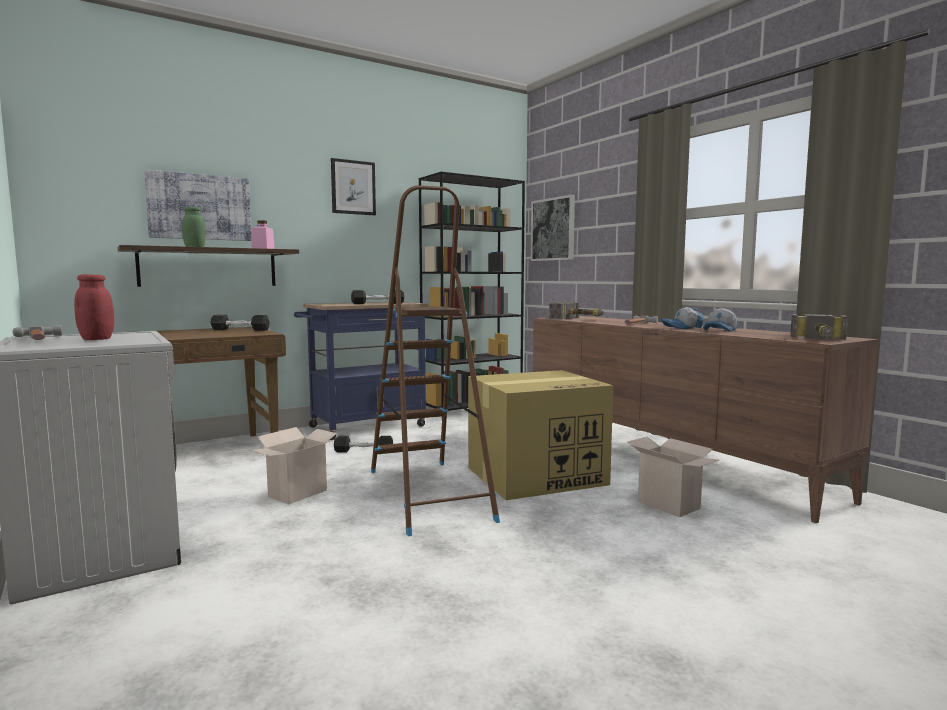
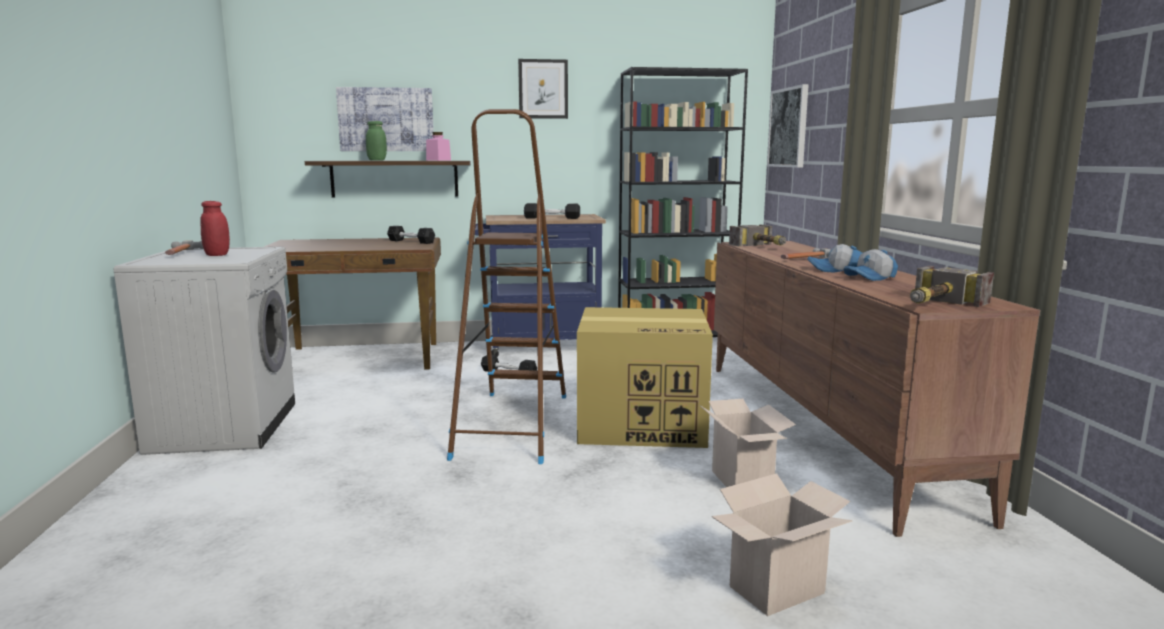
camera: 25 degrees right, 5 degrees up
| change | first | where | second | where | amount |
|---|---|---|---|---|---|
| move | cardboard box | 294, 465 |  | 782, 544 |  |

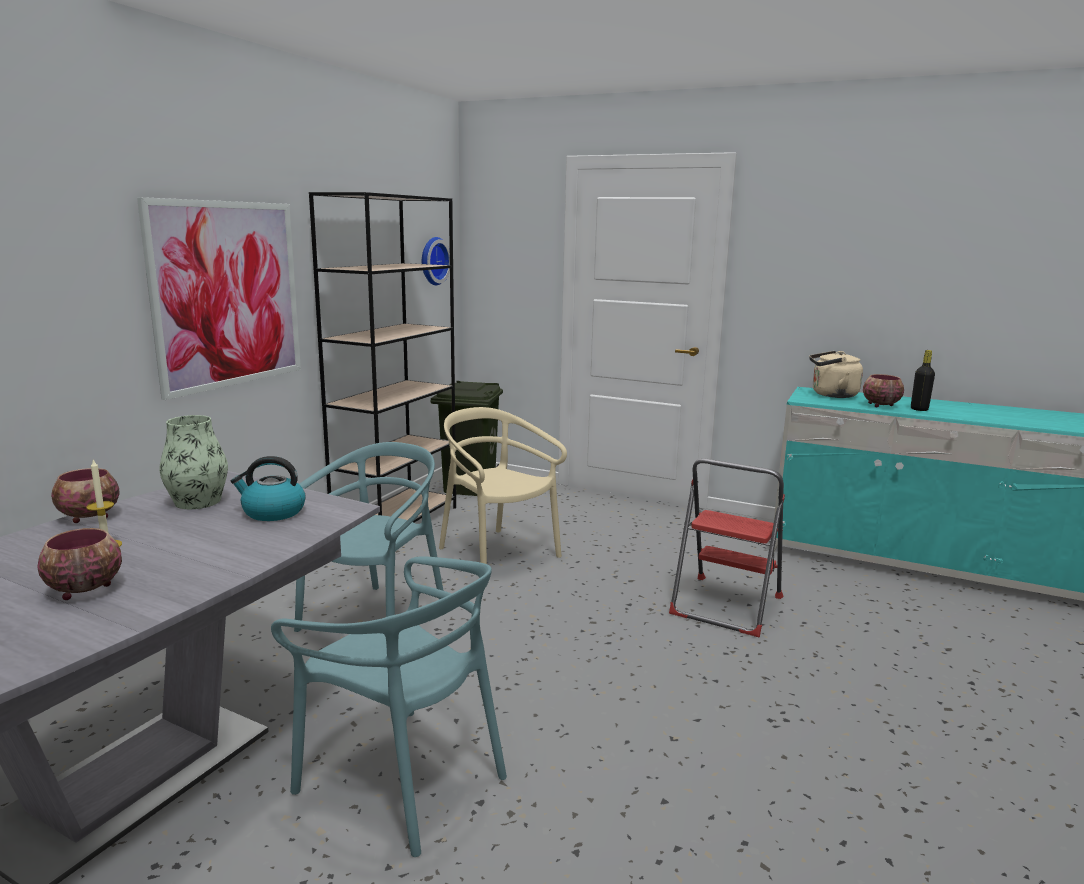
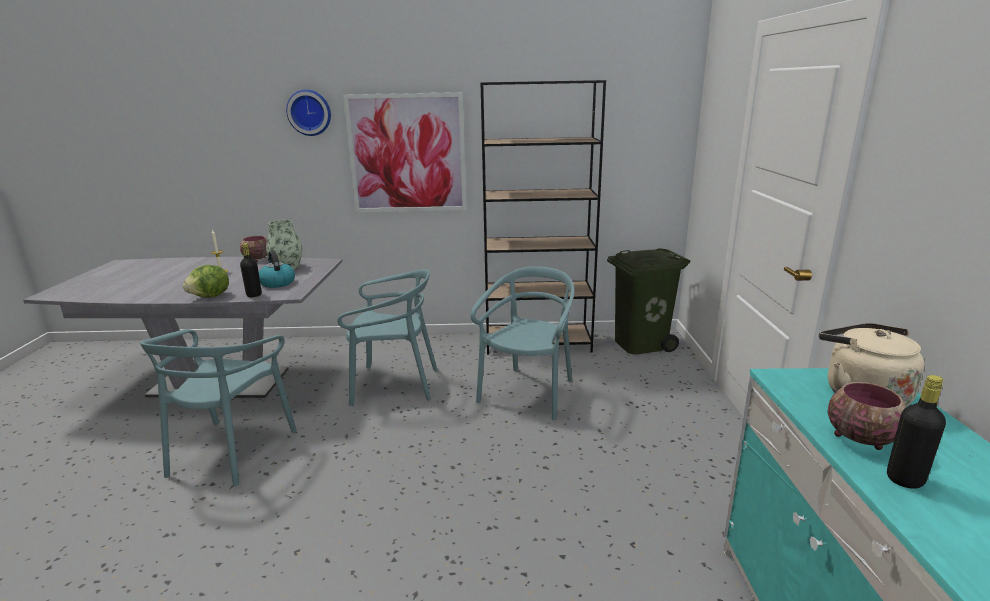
camera: 65 degrees right, 5 degrees up
| change | first | where | second | where | amount |
|---|---|---|---|---|---|
| move | wall clock | 436, 261 |  | 308, 112 |  |
| recolor | beige chair | 503, 485 | turquoise chair | 523, 343 |  |
| delete | red step ladder | 727, 547 |  |  |  |
| delete | bowl | 79, 564 |  |  |  |
| insert |  |  | black bottle | 251, 270 |  |
| insert |  |  | lettuce | 206, 281 |  |

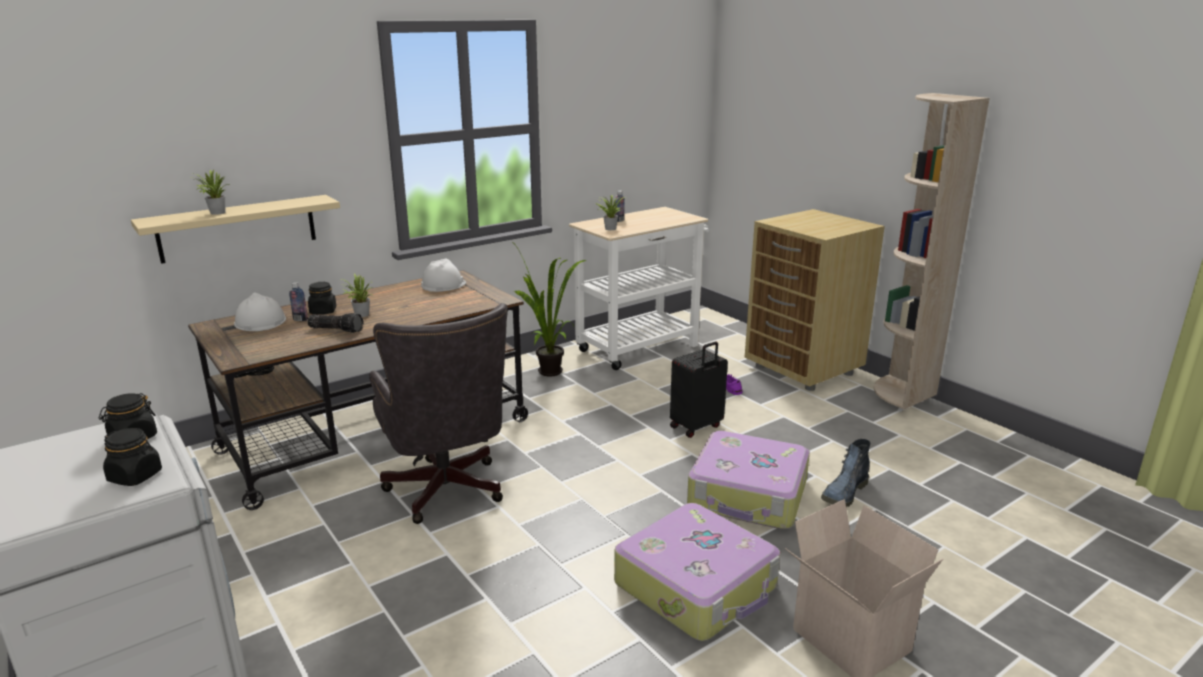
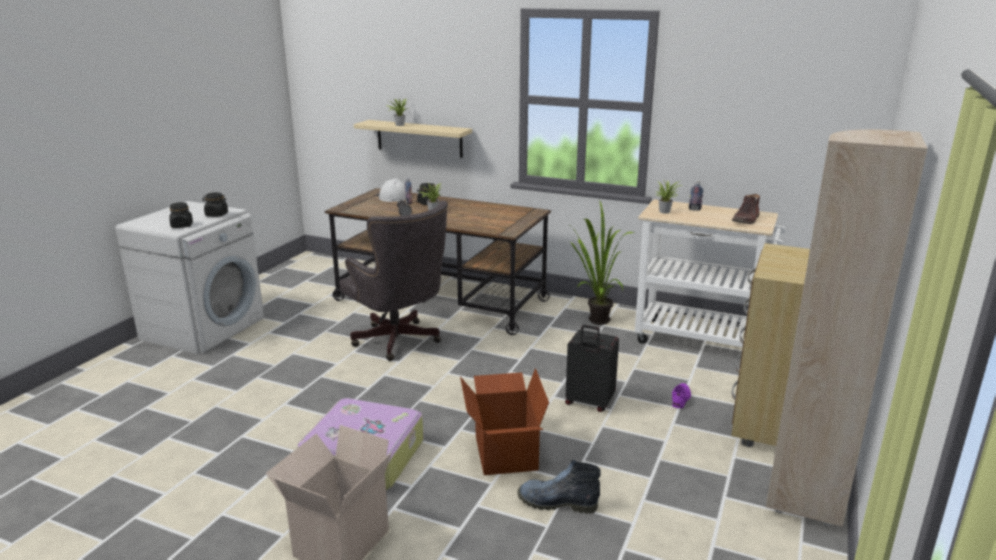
camera: 60 degrees right, 0 degrees up
| change | first | where | second | where | amount |
|---|---|---|---|---|---|
| delete | white hard hat | 443, 275 |  |  |  |
| rotate | grey office chair | 438, 413 |  | 394, 281 | 75 degrees counterclockwise |
| replace | suitcase | 748, 480 | cardboard box | 504, 421 |  |
| insert |  |  | brown boot | 746, 209 |  |

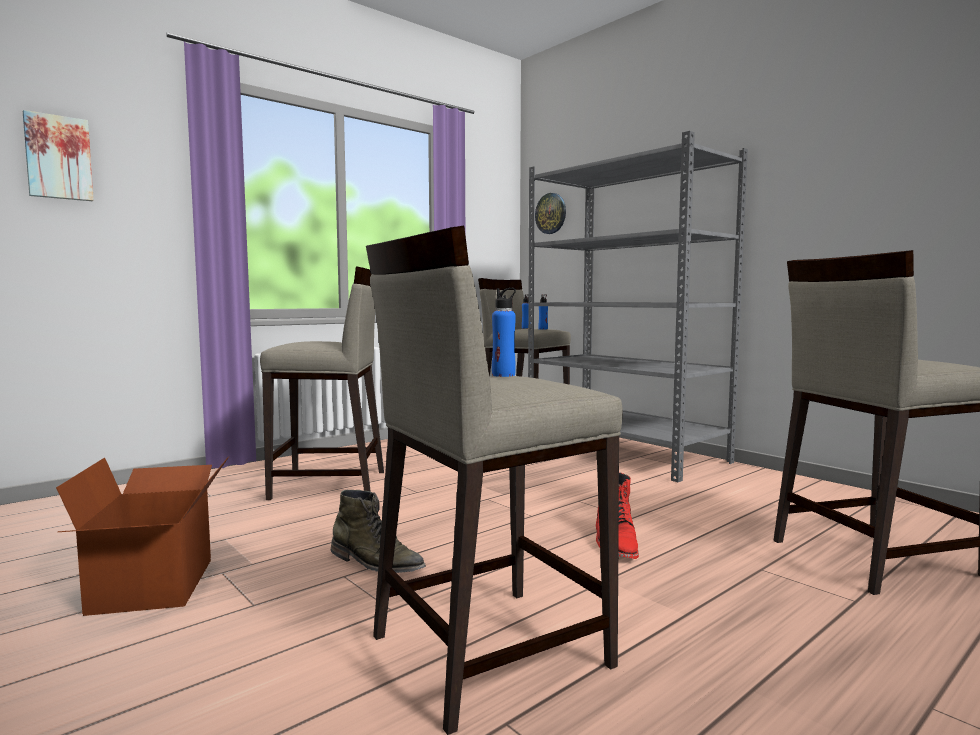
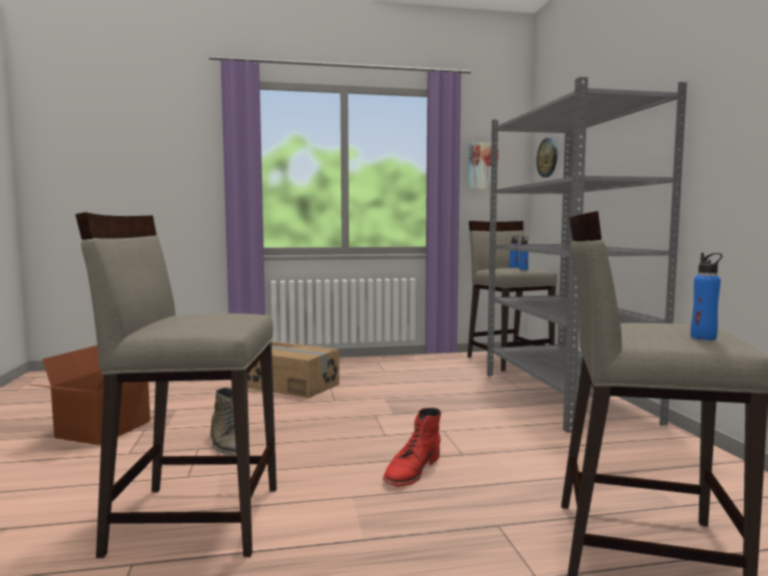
camera: 30 degrees right, 0 degrees up
| change | first | where | second | where | amount |
|---|---|---|---|---|---|
| move | picture | 58, 155 |  | 483, 166 |  |
| replace | beige stool | 322, 383 | cardboard box | 293, 369 |  |
| move | blue bottle | 504, 332 |  | 706, 296 |  |

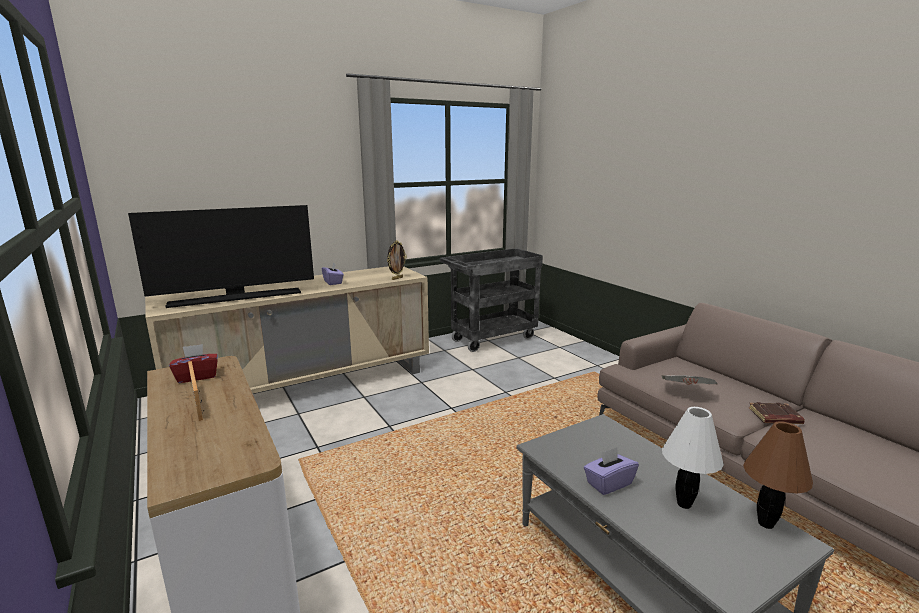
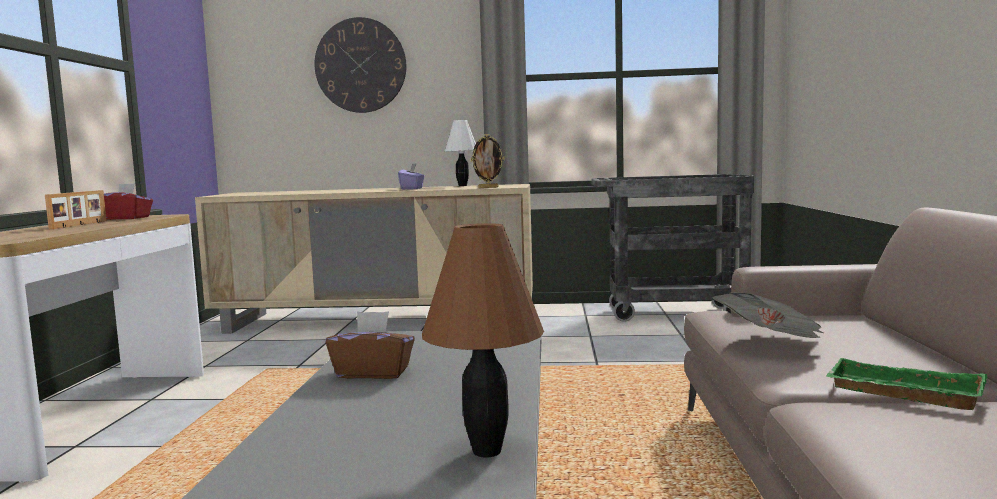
camera: 35 degrees right, 10 degrees down
| change | first | where | second | where | amount |
|---|---|---|---|---|---|
| delete | television | 221, 256 |  |  |  |
| replace | brown book | 777, 413 | green tray | 907, 384 |  |
| move | white table lamp | 693, 458 |  | 460, 153 |  |
| recolor | purple tissue box | 611, 471 | brown tissue box | 370, 345 |  |
| insert |  |  | wall clock | 360, 65 |  |

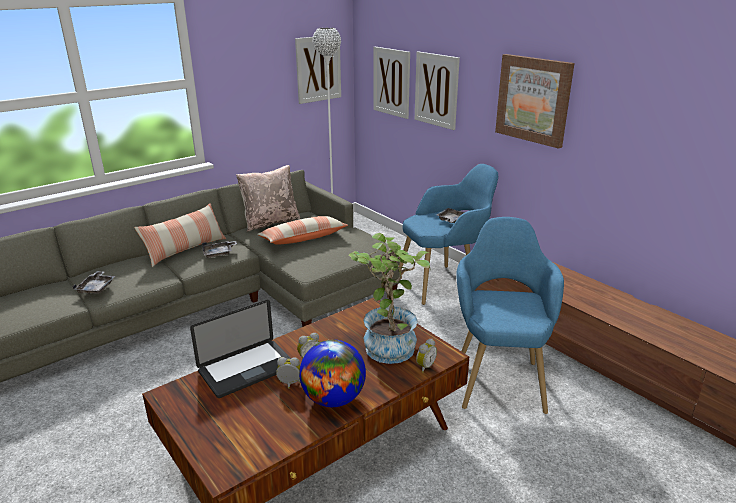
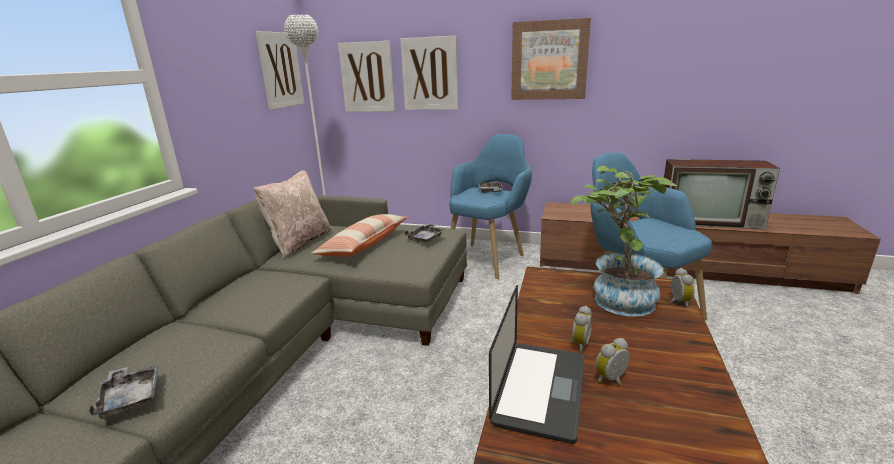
camera: 35 degrees left, 5 degrees down
| change | first | where | second | where | amount |
|---|---|---|---|---|---|
| delete | pillow | 180, 235 |  |  |  |
| move | grey tray | 219, 249 |  | 425, 233 |  |
| delete | globe | 332, 373 |  |  |  |
| insert |  |  | television | 722, 194 |  |

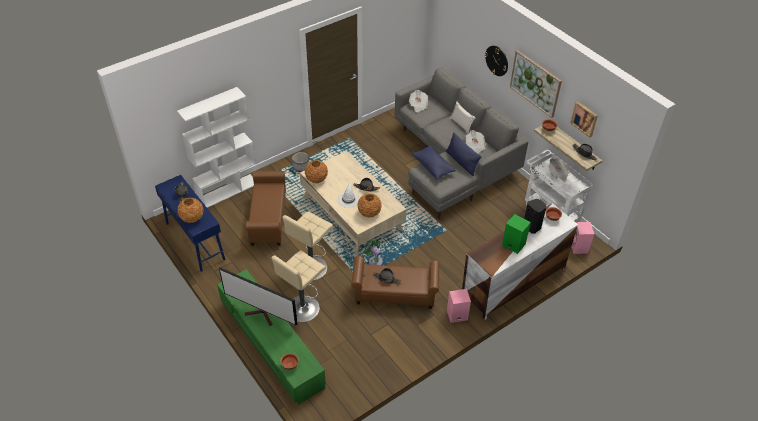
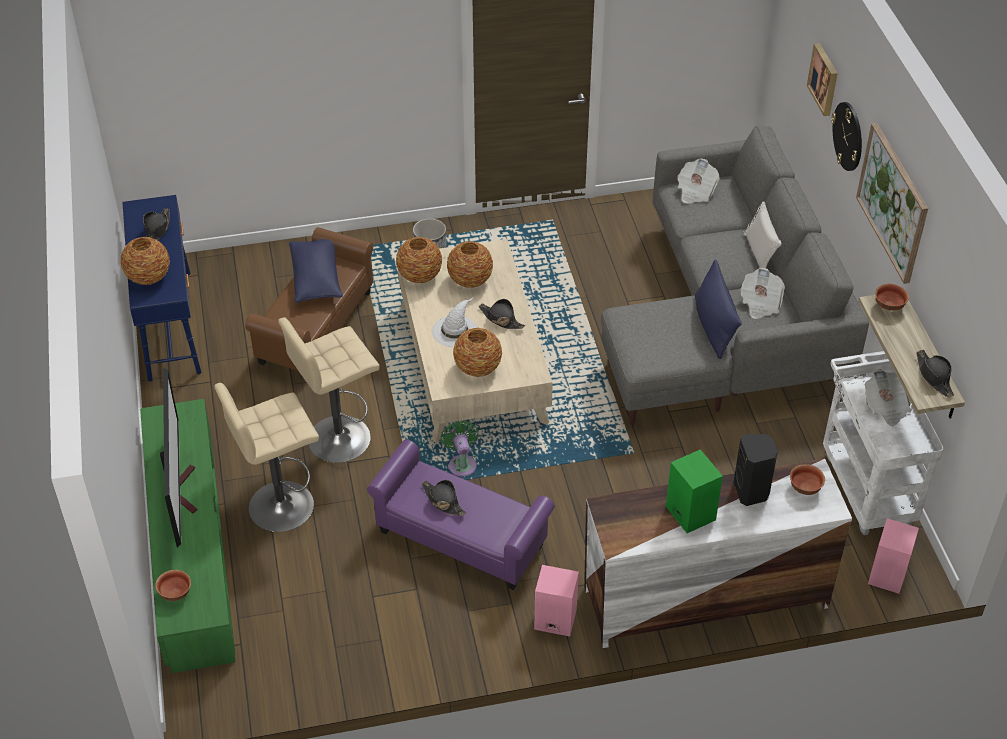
camera: 25 degrees right, 0 degrees up
| change | first | where | second | where | amount |
|---|---|---|---|---|---|
| delete | white bookcase | 216, 147 |  |  |  |
| move | picture | 584, 119 |  | 822, 79 |  |
| move | blue pillow | 434, 162 |  | 316, 271 |  |
| recolor | brown ottoman | 395, 282 | purple ottoman | 461, 515 |  |
| rotate | television | 258, 296 |  | 178, 457 | 150 degrees counterclockwise |
| insert |  |  | vase | 470, 264 |  |

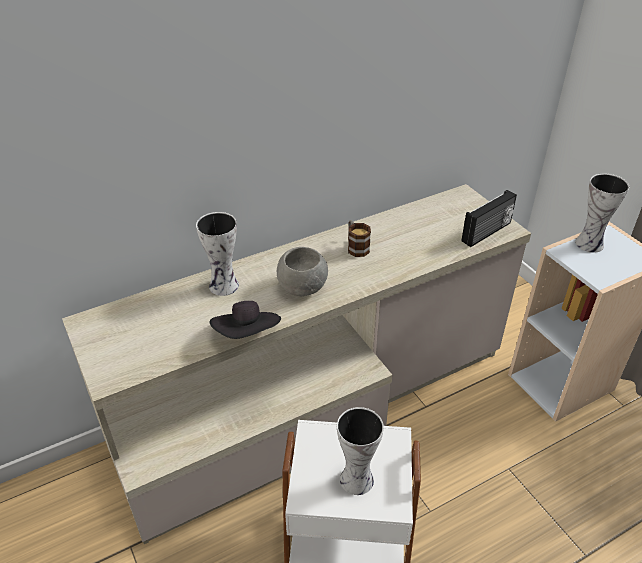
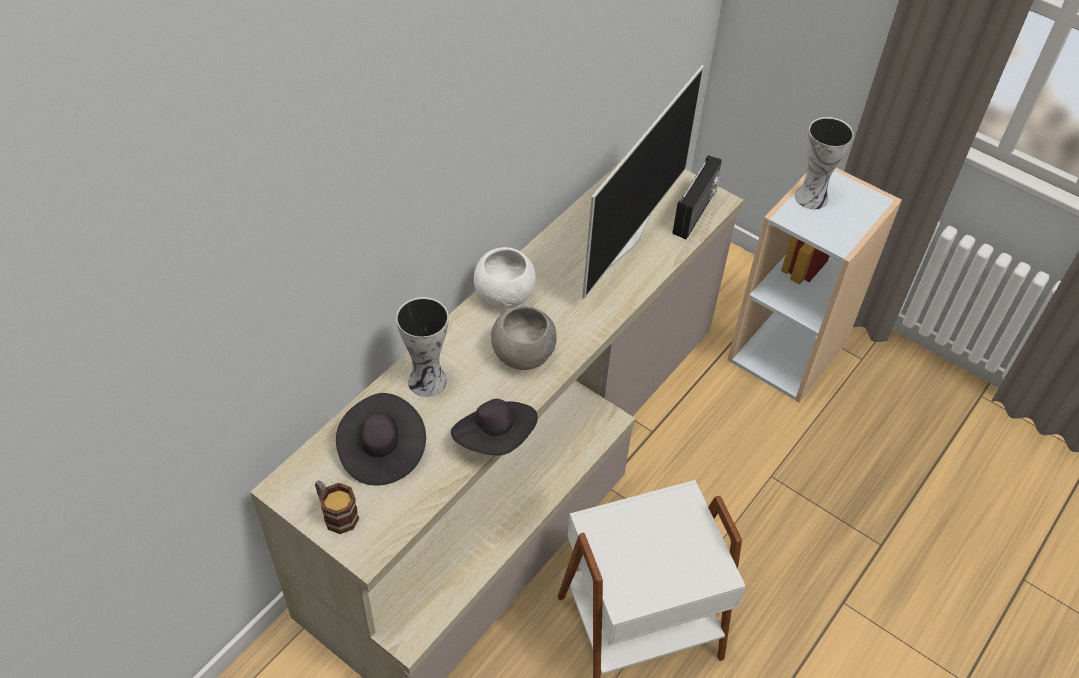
camera: 25 degrees left, 10 degrees up
| change | first | where | second | where | amount |
|---|---|---|---|---|---|
| move | mug | 359, 238 |  | 337, 507 |  |
| delete | vase | 360, 451 |  |  |  |
| insert |  |  | television | 643, 182 |  |
| insert |  |  | white bowl | 505, 277 |  |
| insert |  |  | black hat | 381, 439 |  |

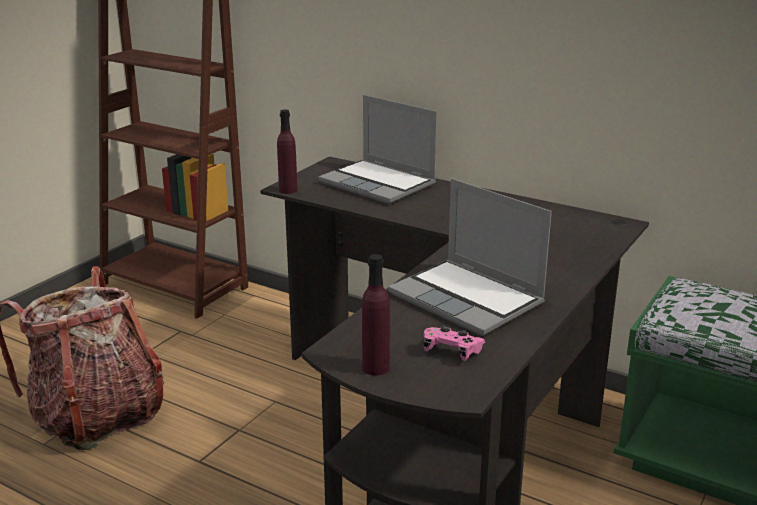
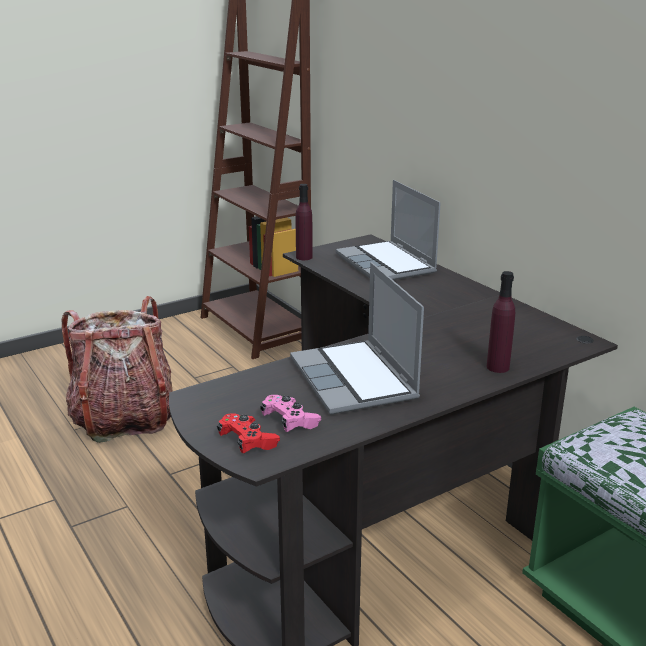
camera: 25 degrees right, 0 degrees up
| change | first | where | second | where | amount |
|---|---|---|---|---|---|
| move | purple bottle | 376, 315 |  | 500, 322 |  |
| insert |  |  | red game controller | 248, 433 |  |

